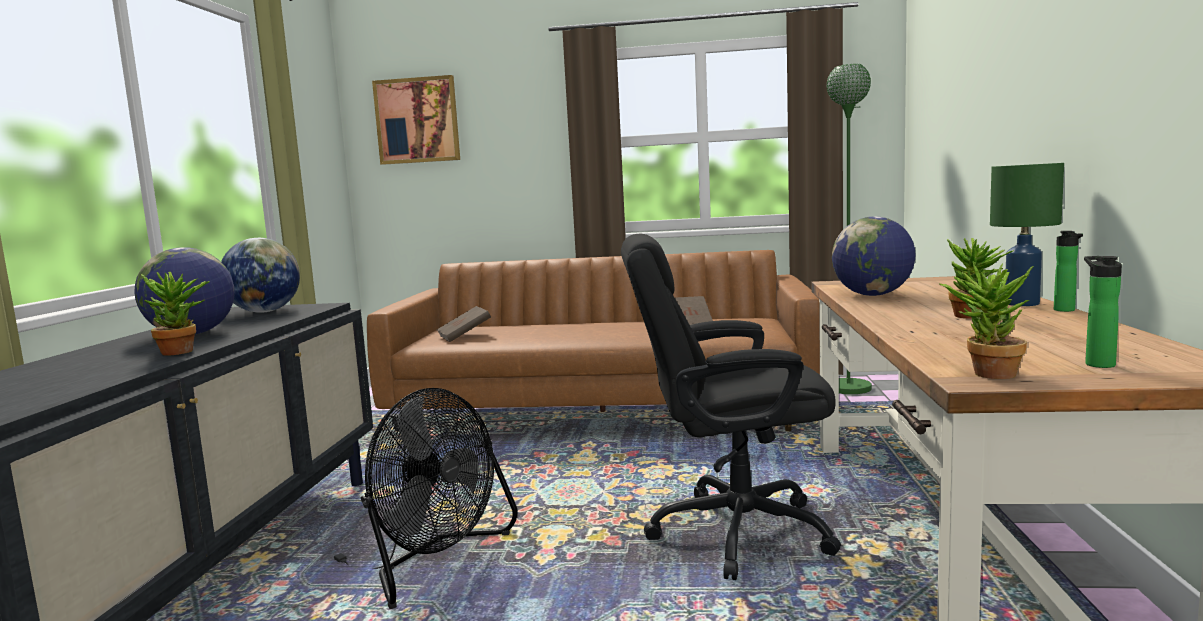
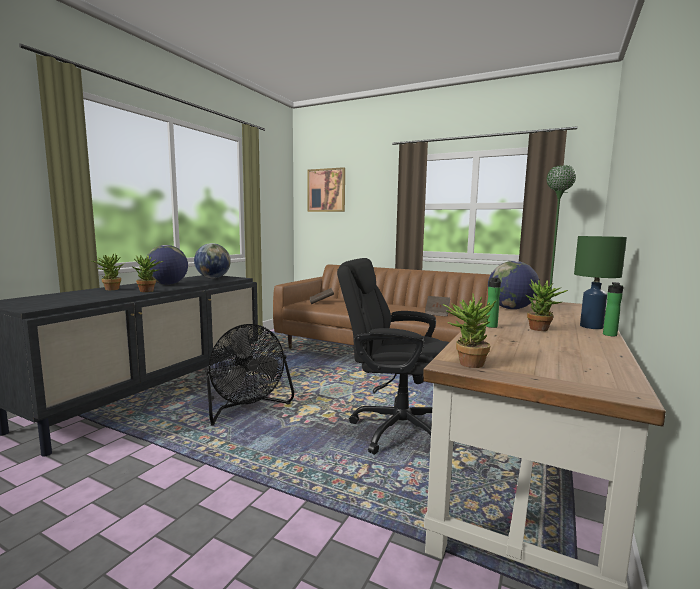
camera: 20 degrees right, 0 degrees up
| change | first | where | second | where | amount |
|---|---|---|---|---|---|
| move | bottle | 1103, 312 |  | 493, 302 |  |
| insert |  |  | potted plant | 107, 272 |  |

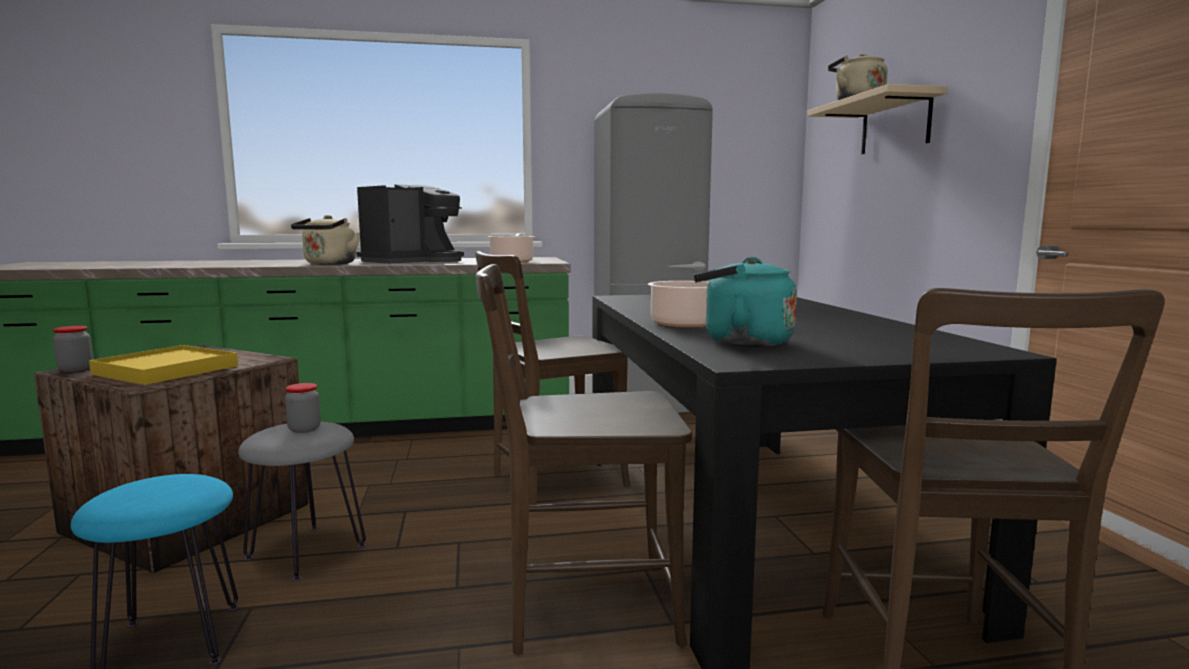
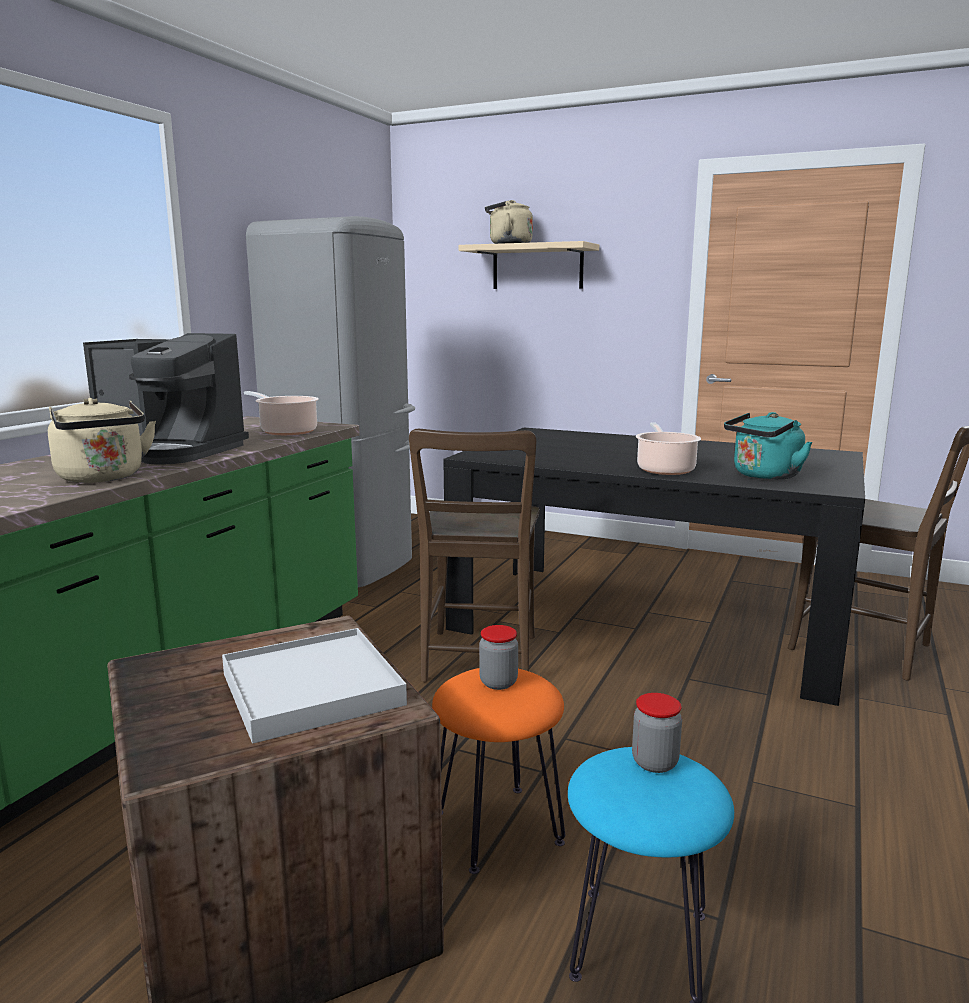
camera: 55 degrees left, 5 degrees up
| change | first | where | second | where | amount |
|---|---|---|---|---|---|
| rotate | coffee machine | 410, 224 |  | 166, 399 | 120 degrees clockwise |
| delete | brown chair | 583, 459 |  |  |  |
| move | jar | 73, 349 |  | 657, 733 |  |
| recolor | yellow tray | 163, 365 | white tray | 314, 686 |  |
| recolor | grey stool | 302, 501 | orange stool | 498, 771 |  |

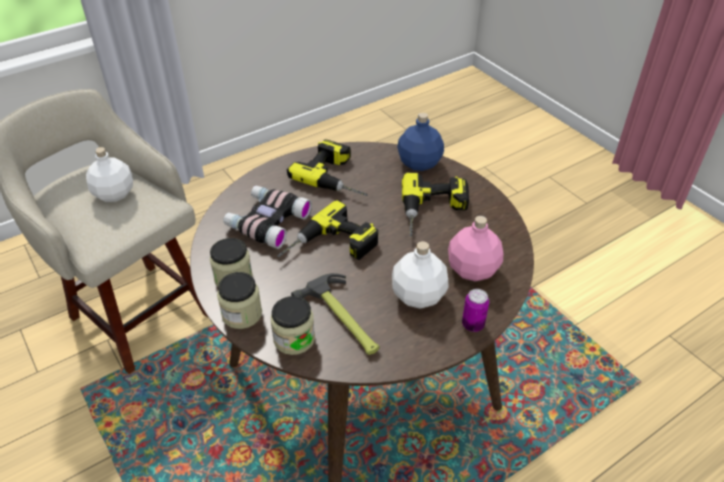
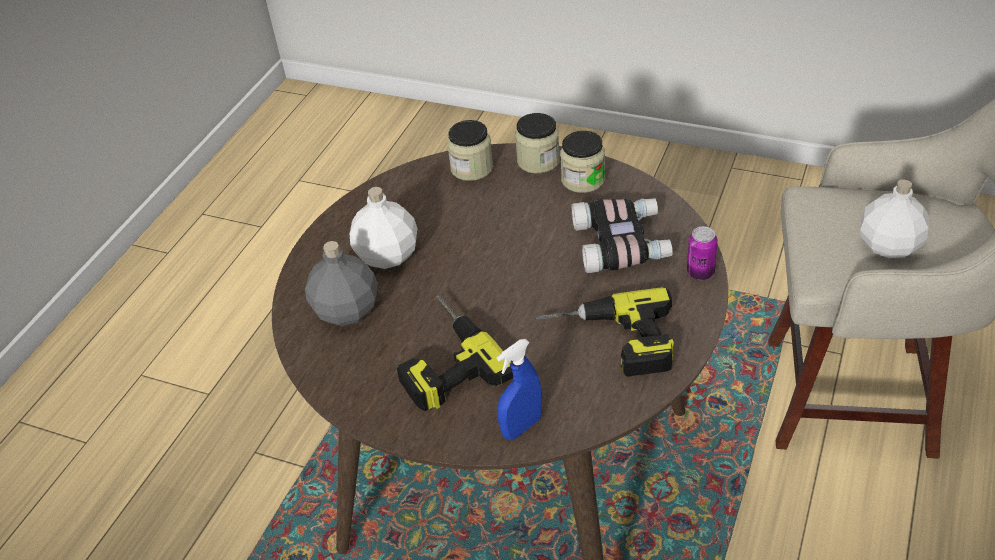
camera: 150 degrees right, 0 degrees up
| change | first | where | second | where | amount |
|---|---|---|---|---|---|
| replace | blue bottle | 420, 141 | blue spray bottle | 519, 389 |  |
| delete | power drill | 327, 230 |  |  |  |
| recolor | pink bottle | 475, 248 | grey bottle | 341, 283 |  |
| delete | hammer | 335, 314 |  |  |  |
| move | can | 475, 310 |  | 702, 253 |  |

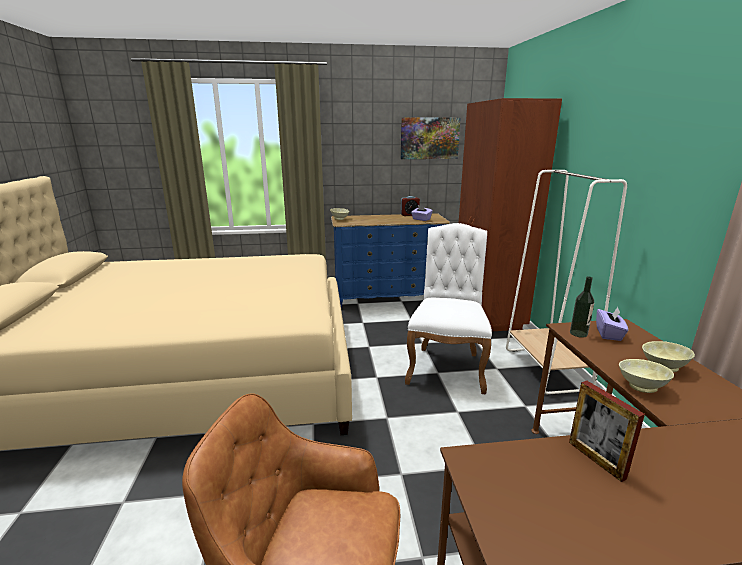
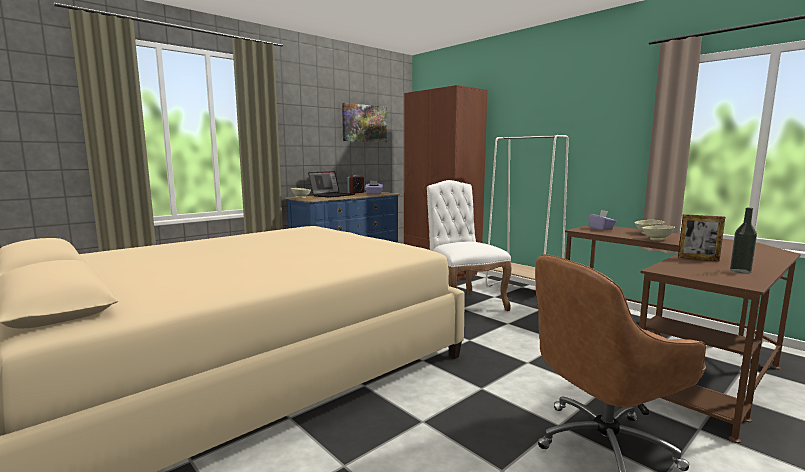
camera: 35 degrees left, 10 degrees down
| change | first | where | second | where | amount |
|---|---|---|---|---|---|
| move | bottle | 582, 307 |  | 743, 240 |  |
| insert |  |  | laptop | 331, 184 |  |

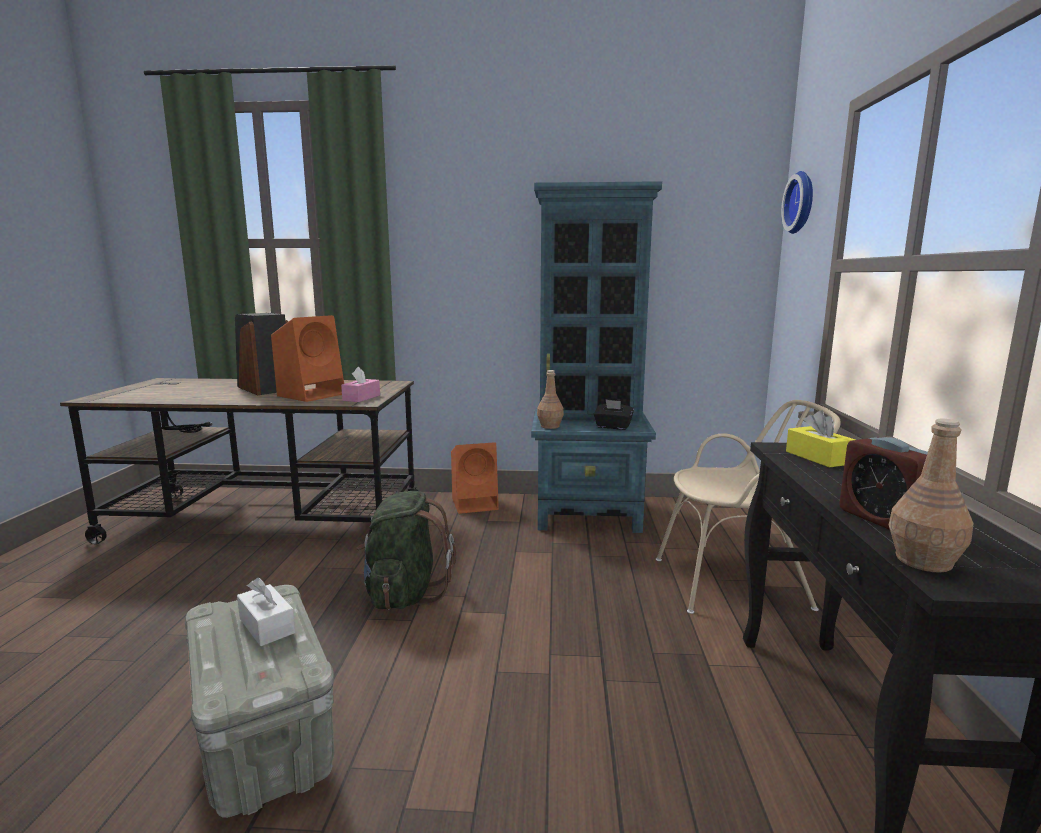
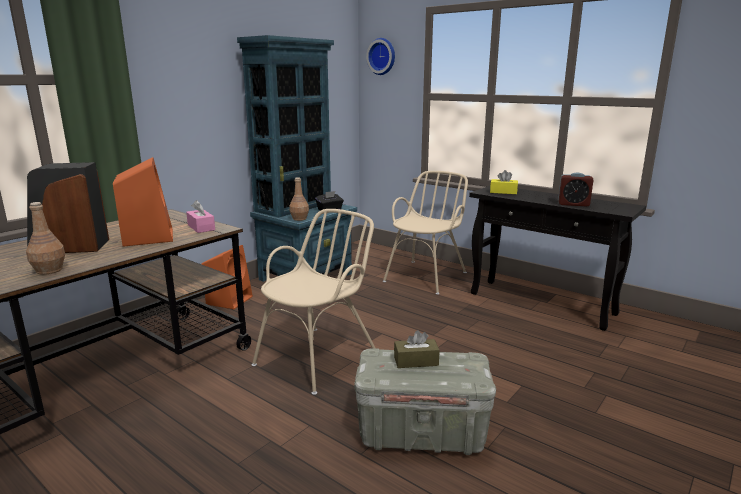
camera: 55 degrees left, 5 degrees up
| change | first | where | second | where | amount |
|---|---|---|---|---|---|
| move | brown bottle | 931, 496 |  | 45, 238 |  |
| replace | green backpack | 406, 550 | beige chair | 313, 302 |  |
| recolor | white tissue box | 266, 611 | brown tissue box | 417, 349 |  |

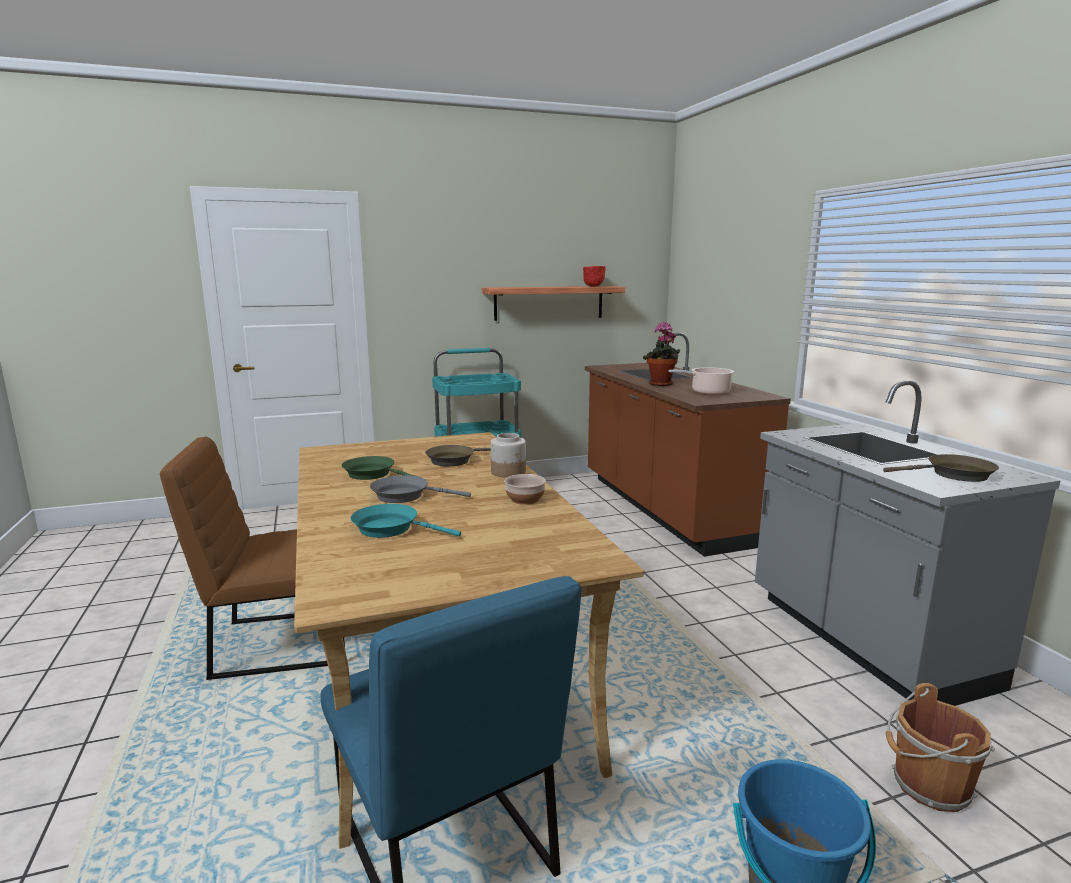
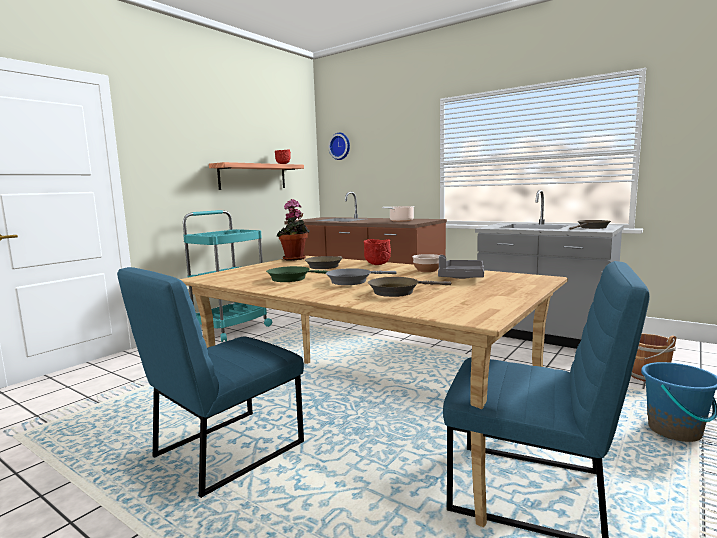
camera: 35 degrees left, 5 degrees down
| change | first | where | second | where | amount |
|---|---|---|---|---|---|
| move | potted plant | 661, 354 |  | 293, 230 |  |
| replace | jar | 508, 455 | red bowl | 377, 252 |  |
| recolor | brown chair | 252, 558 | blue chair | 210, 382 |  |
| recolor | turquoise frying pan | 405, 521 | brown frying pan | 409, 287 |  |
| insert |  |  | wall clock | 339, 146 |  |
| insert |  |  | grey tray | 461, 267 |  |

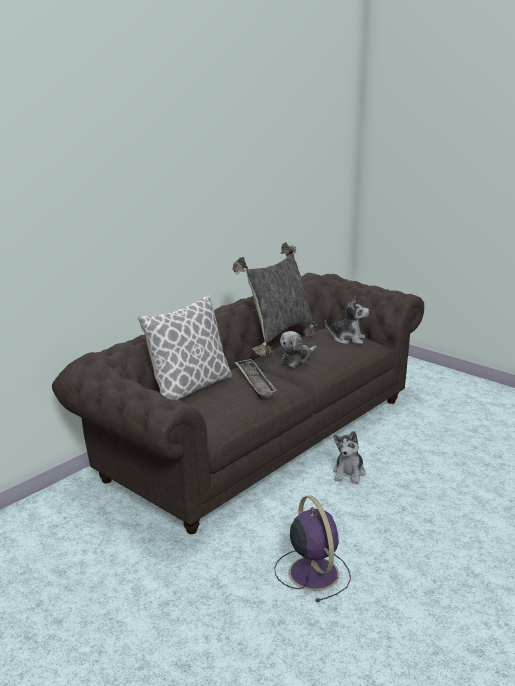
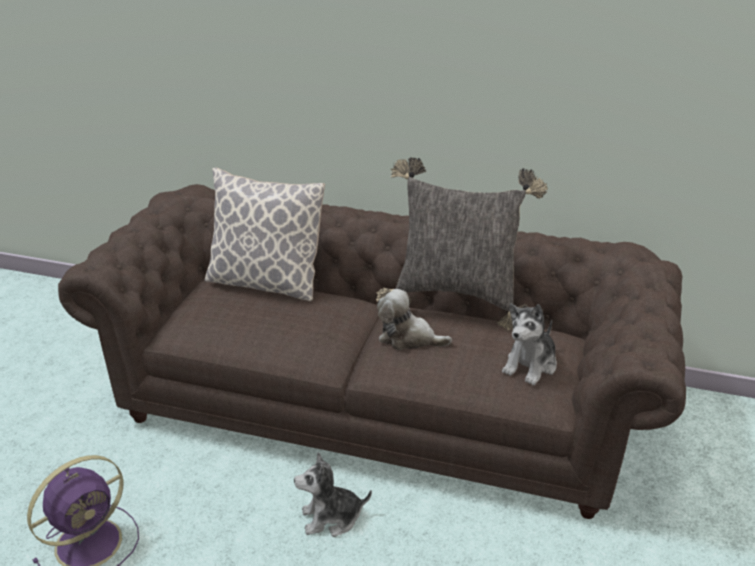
camera: 65 degrees right, 10 degrees up
| change | first | where | second | where | amount |
|---|---|---|---|---|---|
| rotate | plush toy | 347, 320 |  | 529, 344 | 45 degrees clockwise |
| delete | tray | 256, 379 |  |  |  |

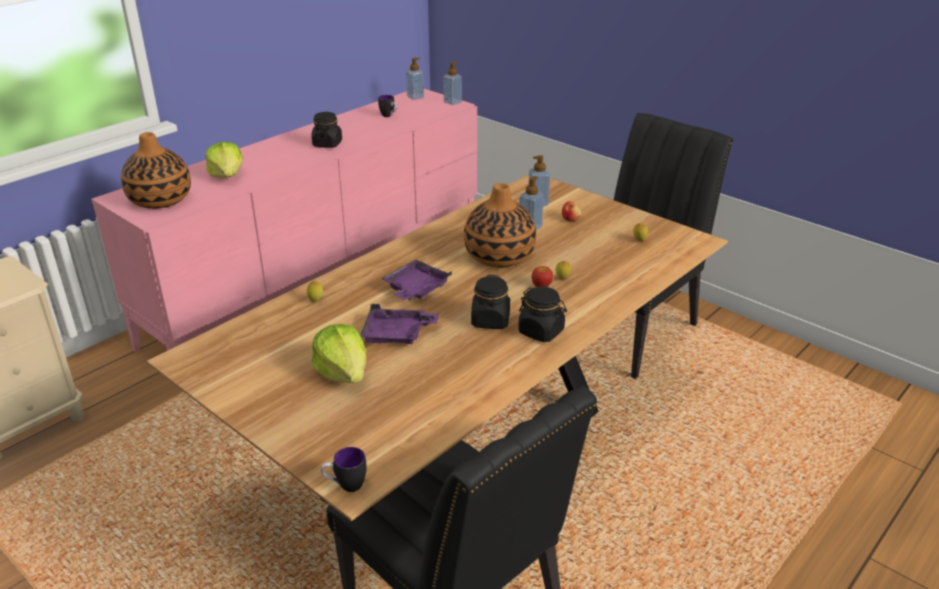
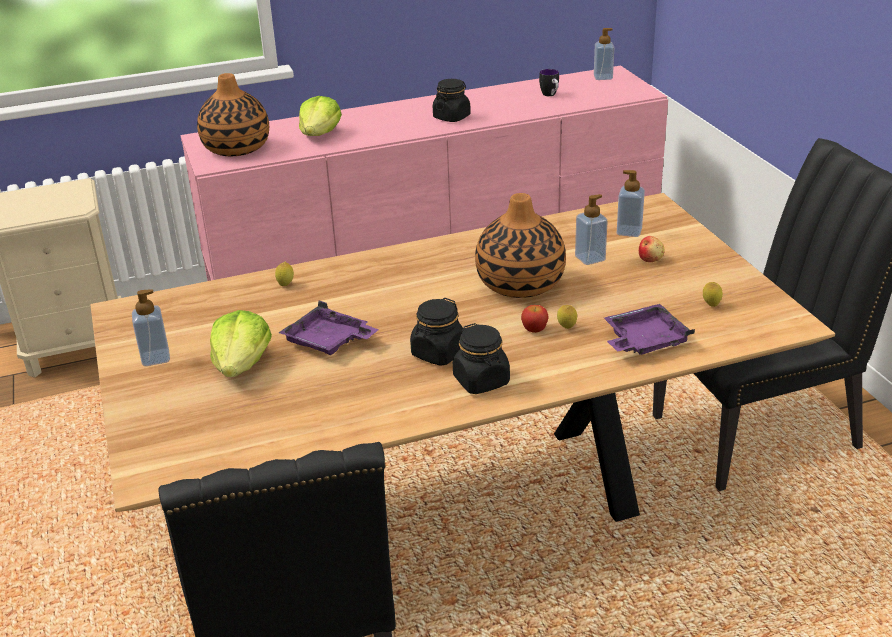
camera: 30 degrees right, 0 degrees up
| change | first | where | second | where | amount |
|---|---|---|---|---|---|
| move | soap dispenser | 452, 83 |  | 151, 327 |  |
| move | purple tray | 417, 279 |  | 649, 329 |  |
| delete | mug | 344, 469 |  |  |  |

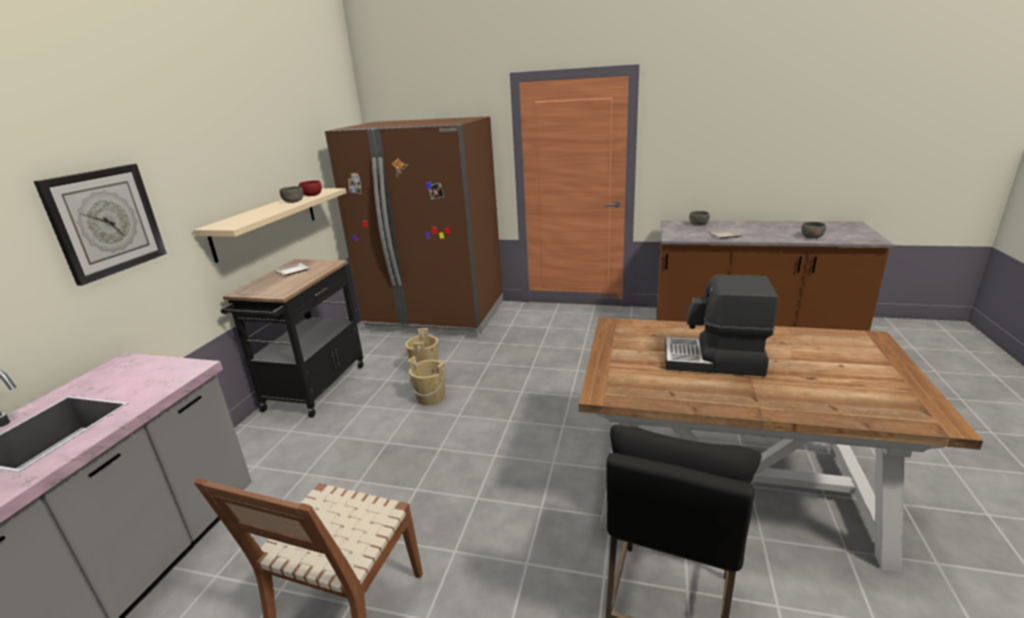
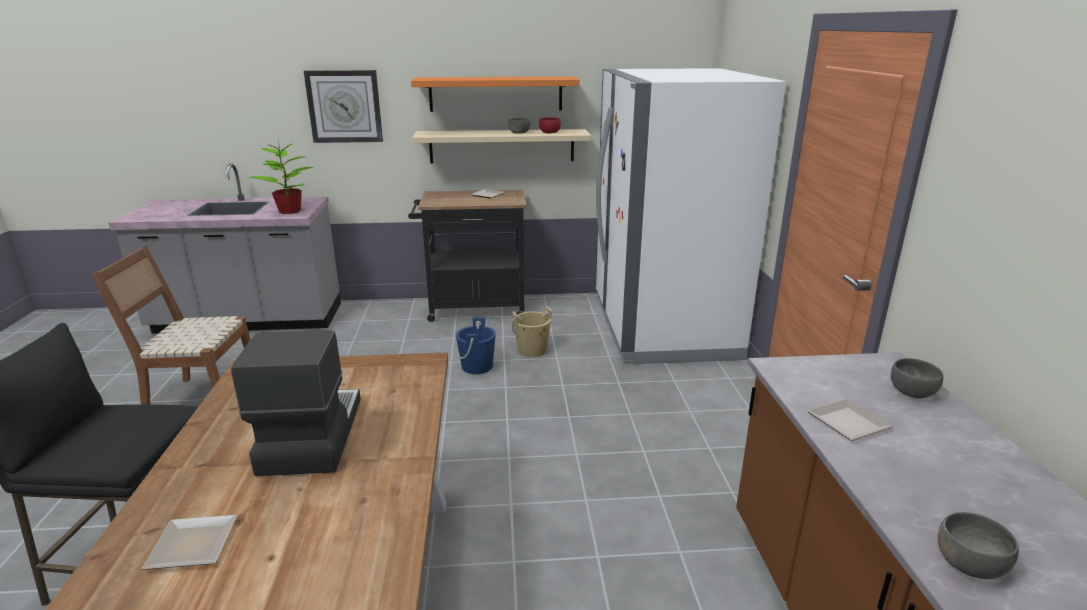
camera: 70 degrees right, 0 degrees up
| change | first | where | second | where | amount |
|---|---|---|---|---|---|
| recolor | brown fridge | 414, 226 | white fridge | 690, 216 |  |
| recolor | beige bucket | 426, 380 | blue bucket | 476, 345 |  |
| insert |  |  | orange shelf | 495, 94 |  |
| insert |  |  | potted plant | 280, 178 |  |
| insert |  |  | plate | 189, 542 |  |

